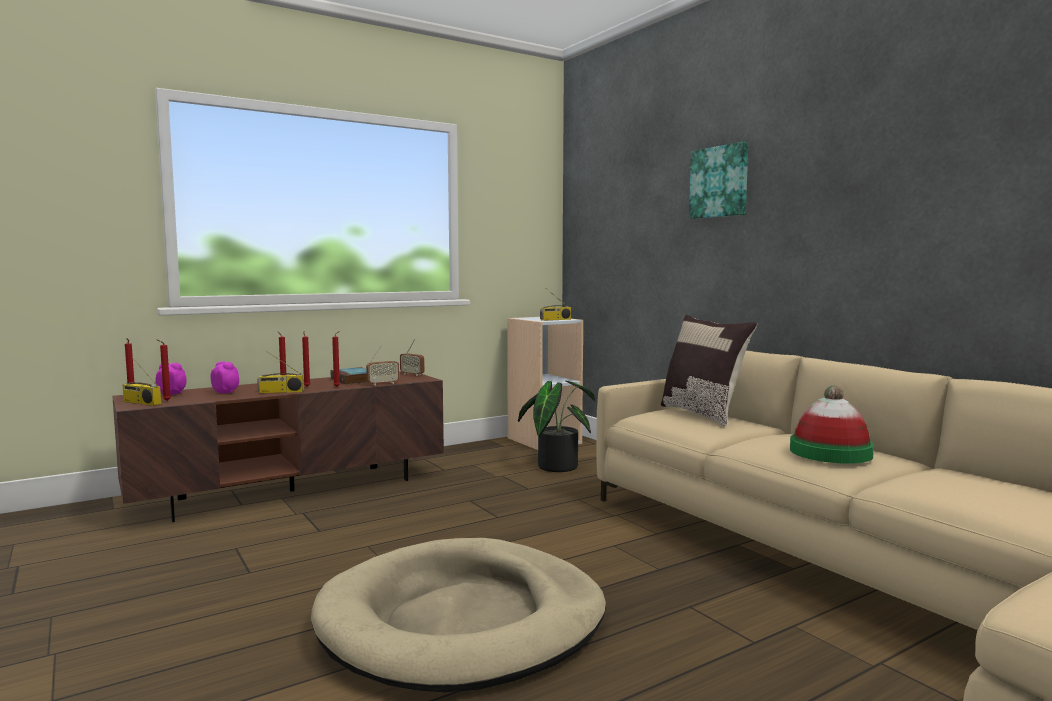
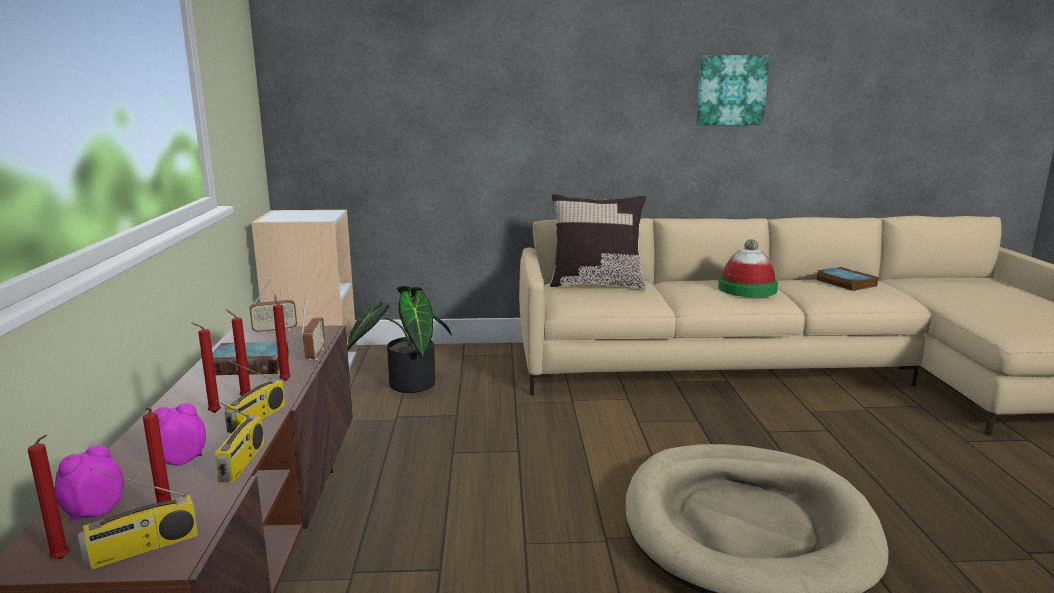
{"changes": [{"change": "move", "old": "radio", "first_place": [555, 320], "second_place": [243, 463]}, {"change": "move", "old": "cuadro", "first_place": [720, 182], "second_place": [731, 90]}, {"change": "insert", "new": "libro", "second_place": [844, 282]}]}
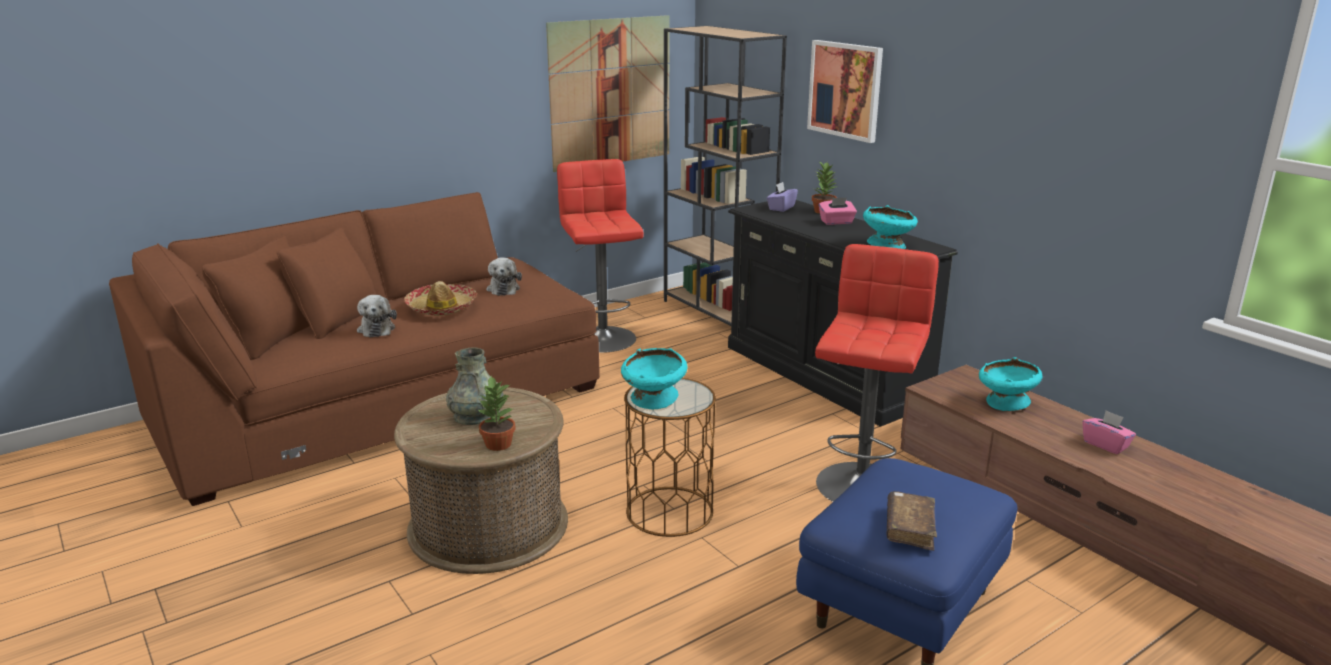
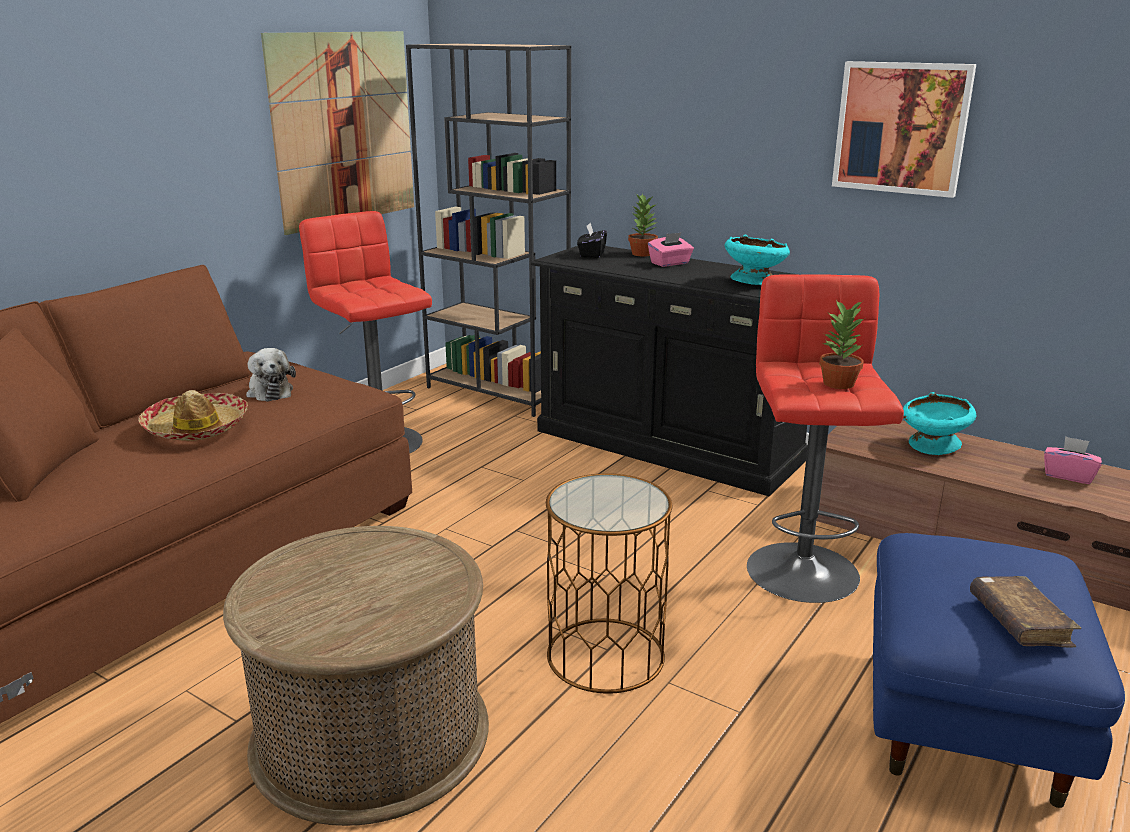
{"changes": [{"change": "recolor", "old": "caja de pañuelos [morado]", "new": "caja de pañuelos [negro]", "first_place": [781, 208], "second_place": [591, 254]}, {"change": "move", "old": "planta en maceta", "first_place": [498, 445], "second_place": [839, 384]}, {"change": "move", "old": "cuadro", "first_place": [845, 90], "second_place": [901, 128]}, {"change": "delete", "old": "peluche", "first_place": [376, 329]}, {"change": "delete", "old": "florero [gris]", "first_place": [477, 416]}, {"change": "delete", "old": "cuenco [turquesa]", "first_place": [654, 400]}]}
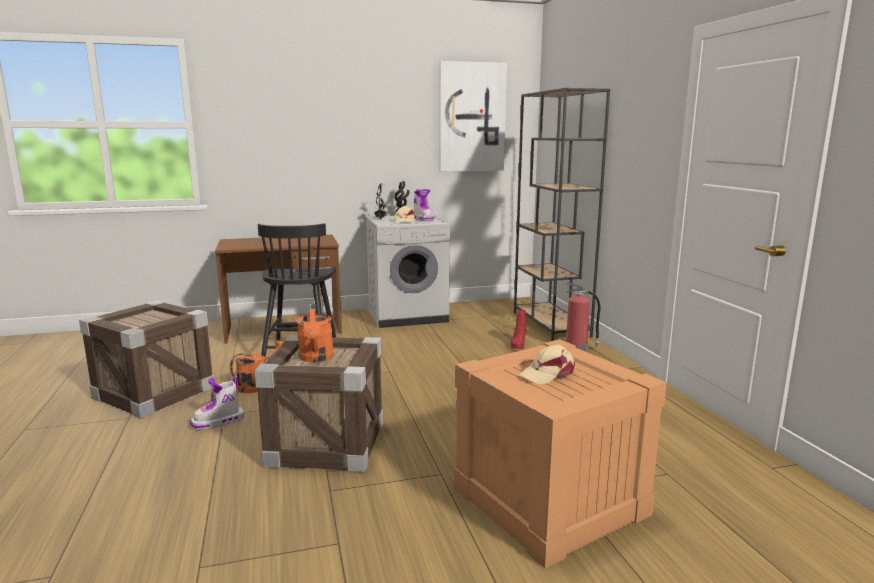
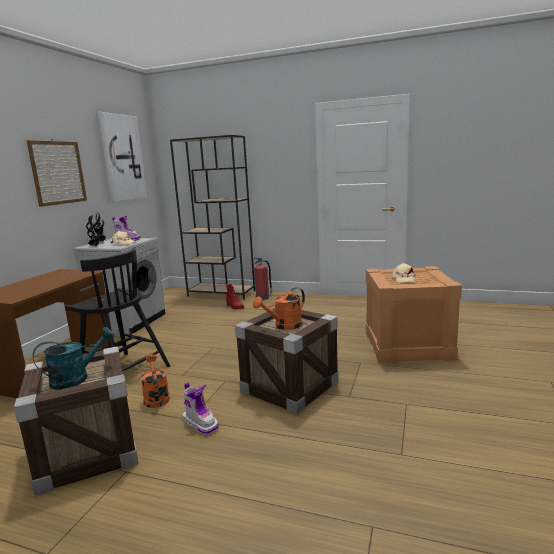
{"changes": [{"change": "insert", "new": "cuadro", "second_place": [58, 171]}, {"change": "insert", "new": "regadera [turquesa]", "second_place": [76, 378]}, {"change": "rotate", "old": "bota", "first_place": [218, 421], "second_place": [201, 423], "degrees": -45}, {"change": "rotate", "old": "regadera [naranja]", "first_place": [316, 358], "second_place": [284, 326], "degrees": 120}]}
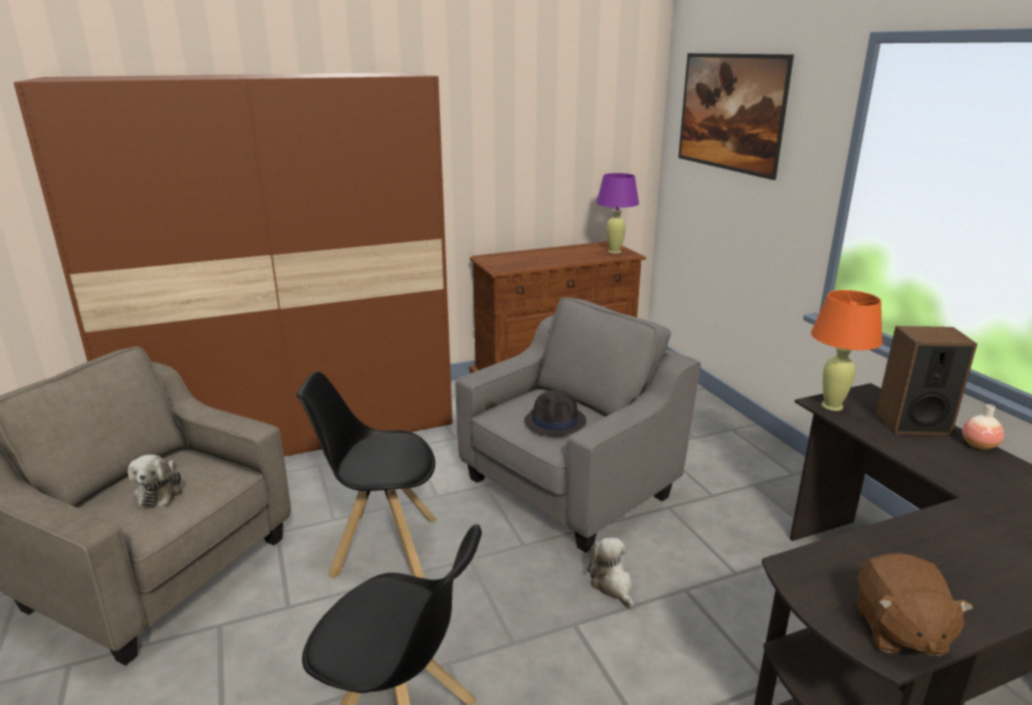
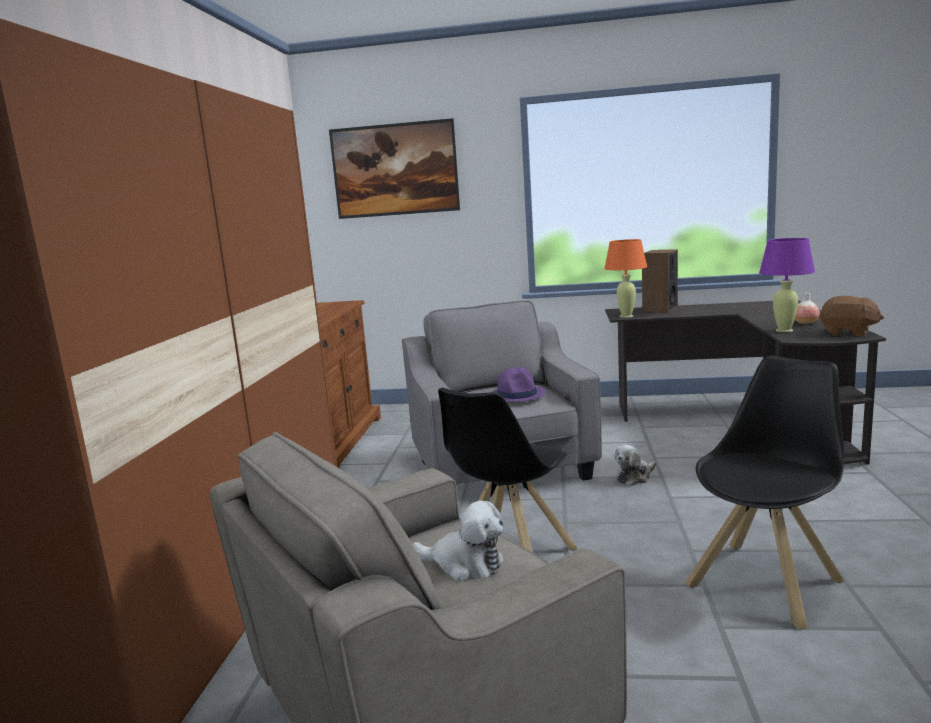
{"changes": [{"change": "recolor", "old": "sombrero [negro]", "new": "sombrero [morado]", "first_place": [555, 421], "second_place": [517, 395]}, {"change": "rotate", "old": "peluche", "first_place": [612, 585], "second_place": [635, 477], "degrees": -45}, {"change": "move", "old": "lámpara de mesa [morado]", "first_place": [614, 251], "second_place": [784, 330]}, {"change": "move", "old": "florero", "first_place": [978, 445], "second_place": [805, 323]}]}
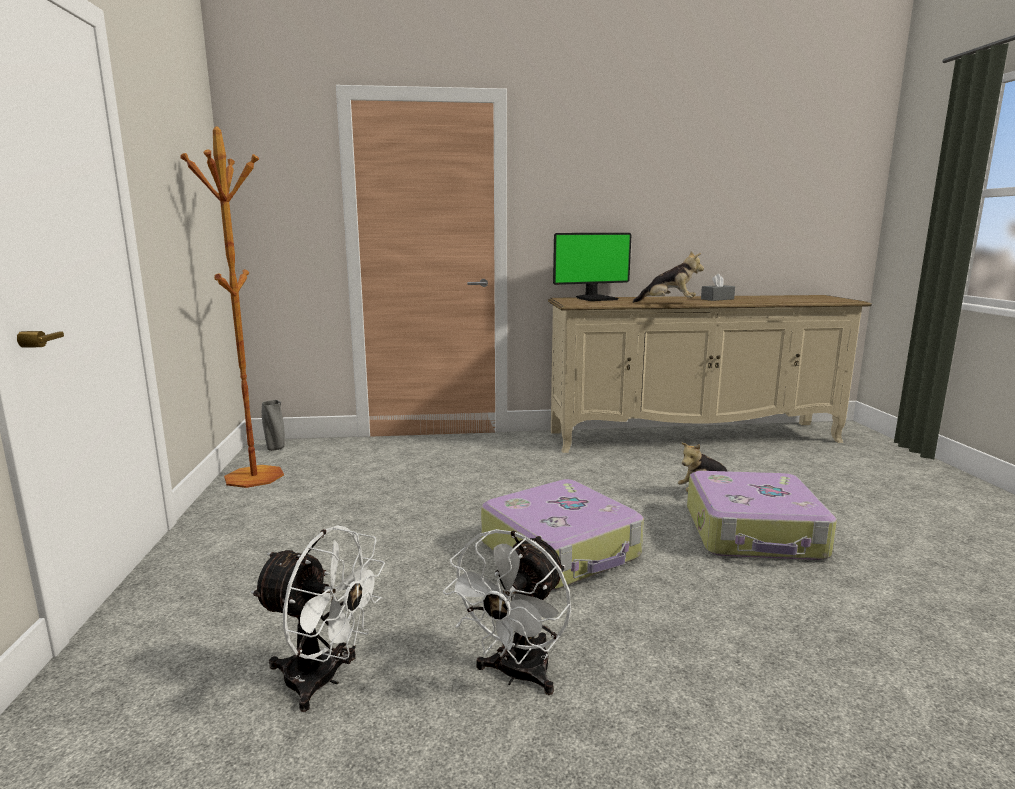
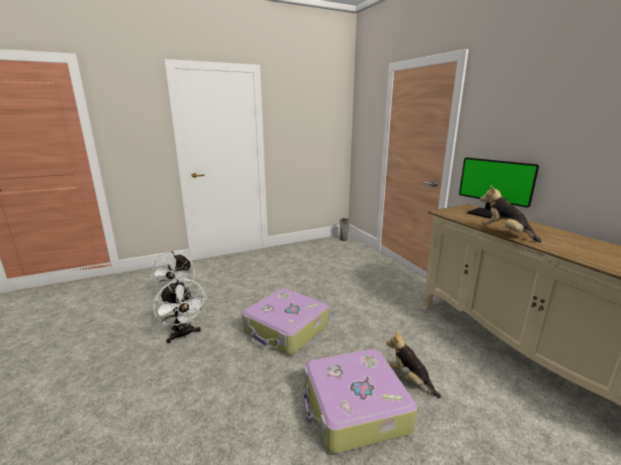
{"changes": [{"change": "rotate", "old": "ventilador [blanco]", "first_place": [516, 675], "second_place": [183, 335], "degrees": -135}, {"change": "rotate", "old": "peluche", "first_place": [668, 303], "second_place": [505, 233], "degrees": 150}, {"change": "delete", "old": "perchero [naranja]", "first_place": [254, 476]}, {"change": "delete", "old": "caja de pañuelos [gris]", "first_place": [717, 299]}]}
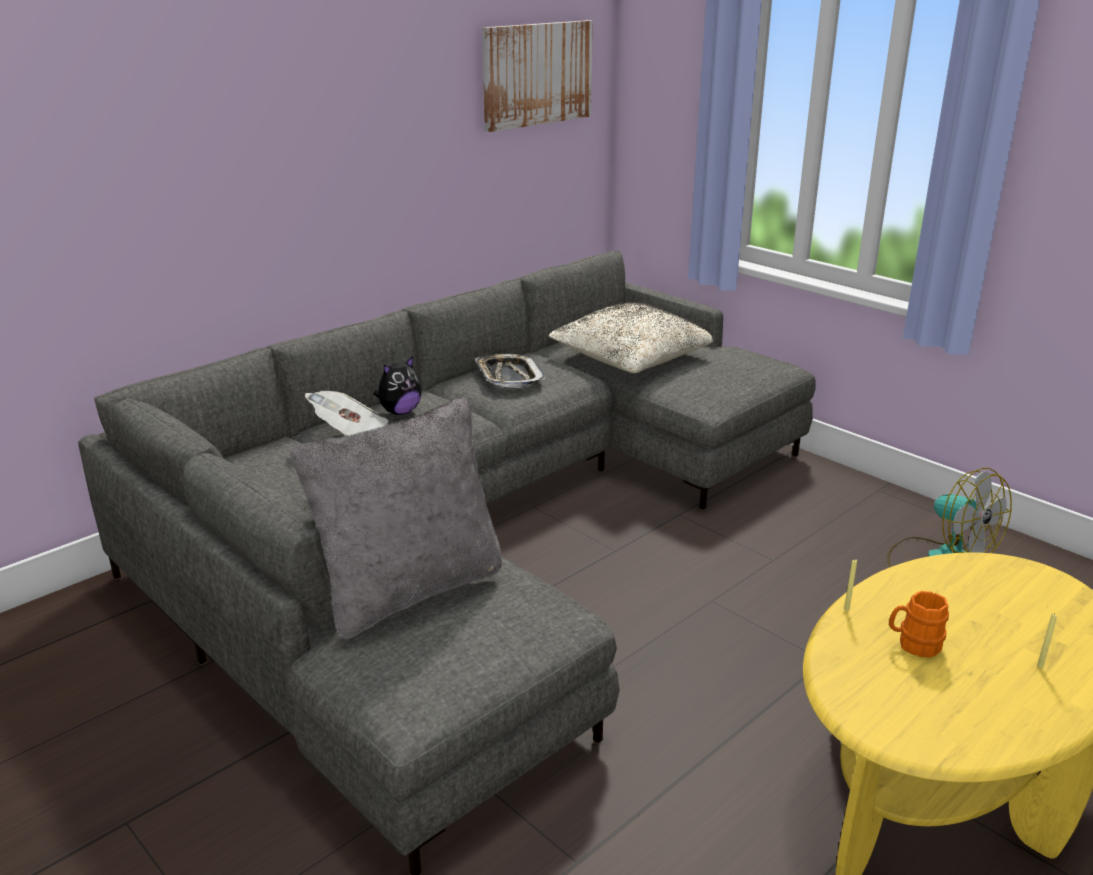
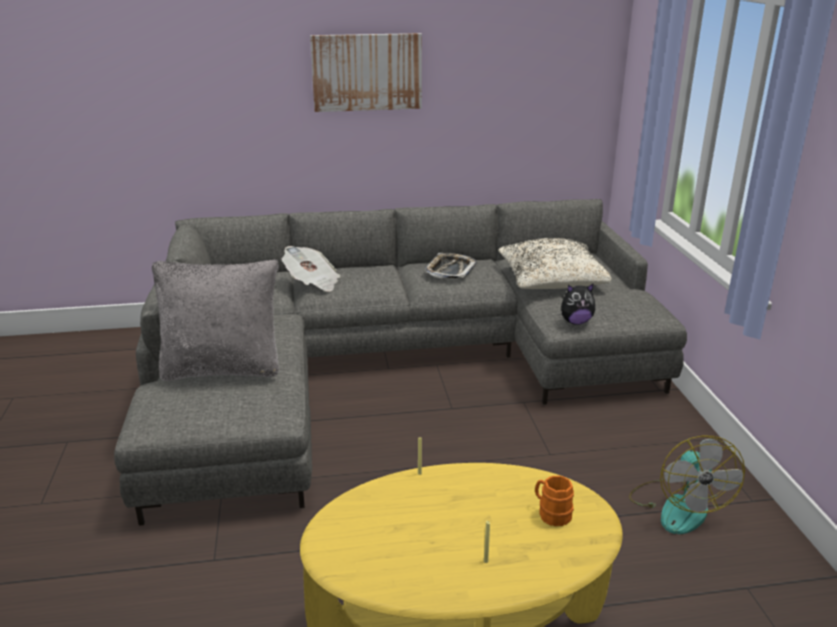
{"changes": [{"change": "move", "old": "cuadro", "first_place": [537, 74], "second_place": [367, 72]}, {"change": "move", "old": "taza grande [naranja]", "first_place": [913, 644], "second_place": [551, 514]}, {"change": "move", "old": "peluche", "first_place": [399, 412], "second_place": [575, 322]}]}
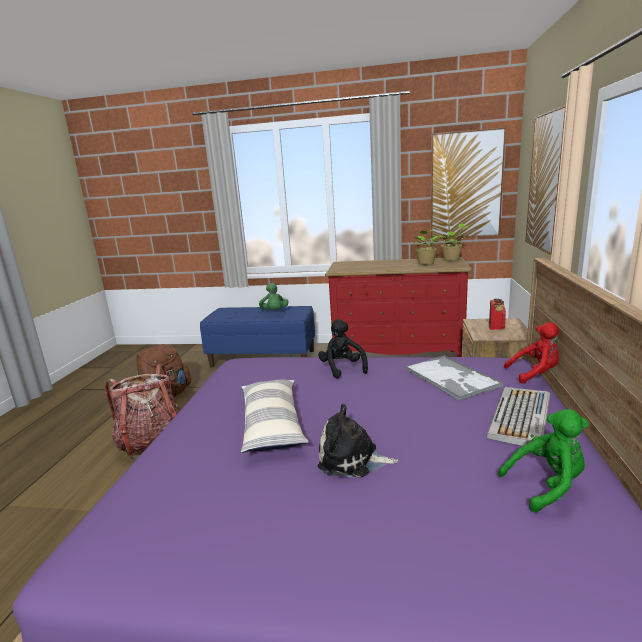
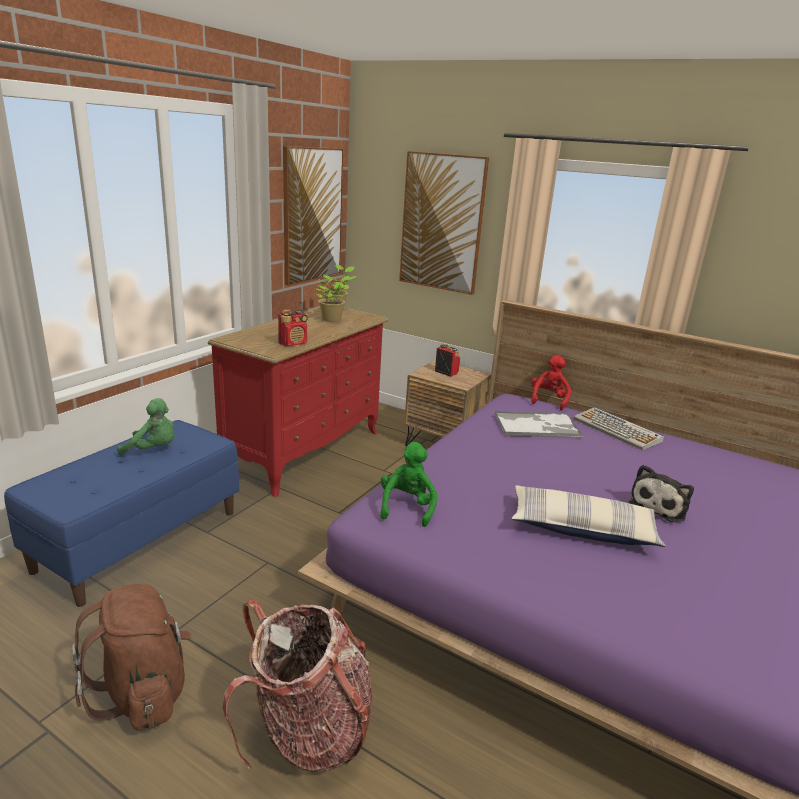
{"changes": [{"change": "insert", "new": "radio", "second_place": [293, 343]}, {"change": "move", "old": "peluche [verde]", "first_place": [547, 485], "second_place": [407, 507]}, {"change": "delete", "old": "peluche [negro]", "first_place": [342, 368]}]}
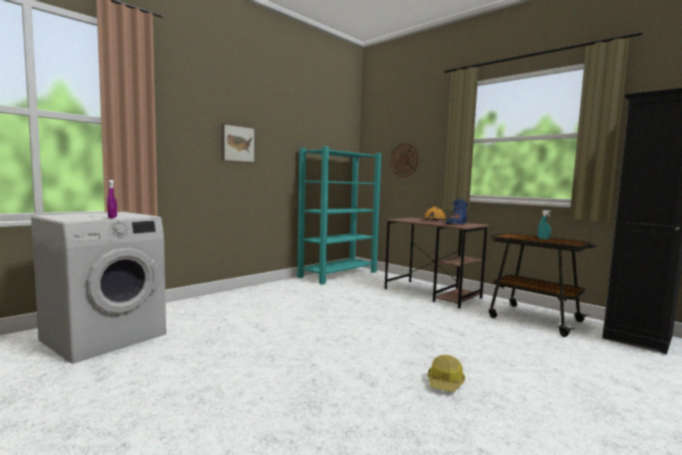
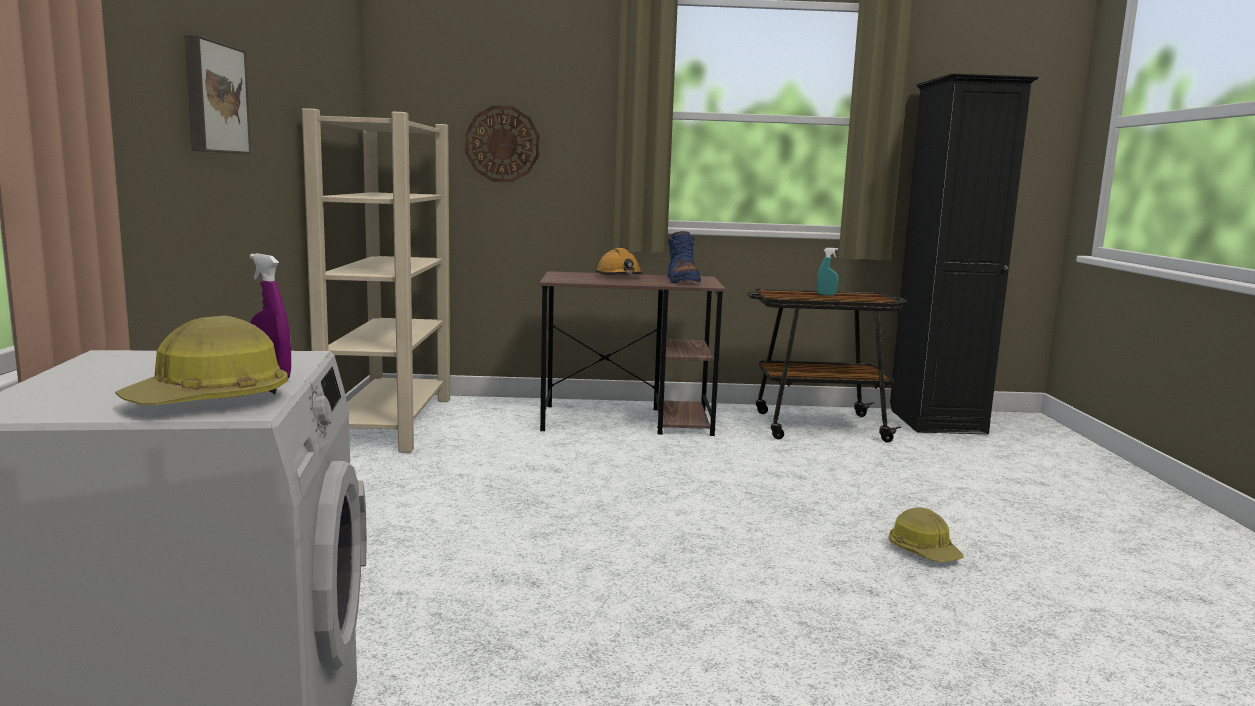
{"changes": [{"change": "insert", "new": "casco", "second_place": [211, 401]}, {"change": "recolor", "old": "estantería [turquesa]", "new": "estantería [beis]", "first_place": [338, 274], "second_place": [389, 422]}]}
